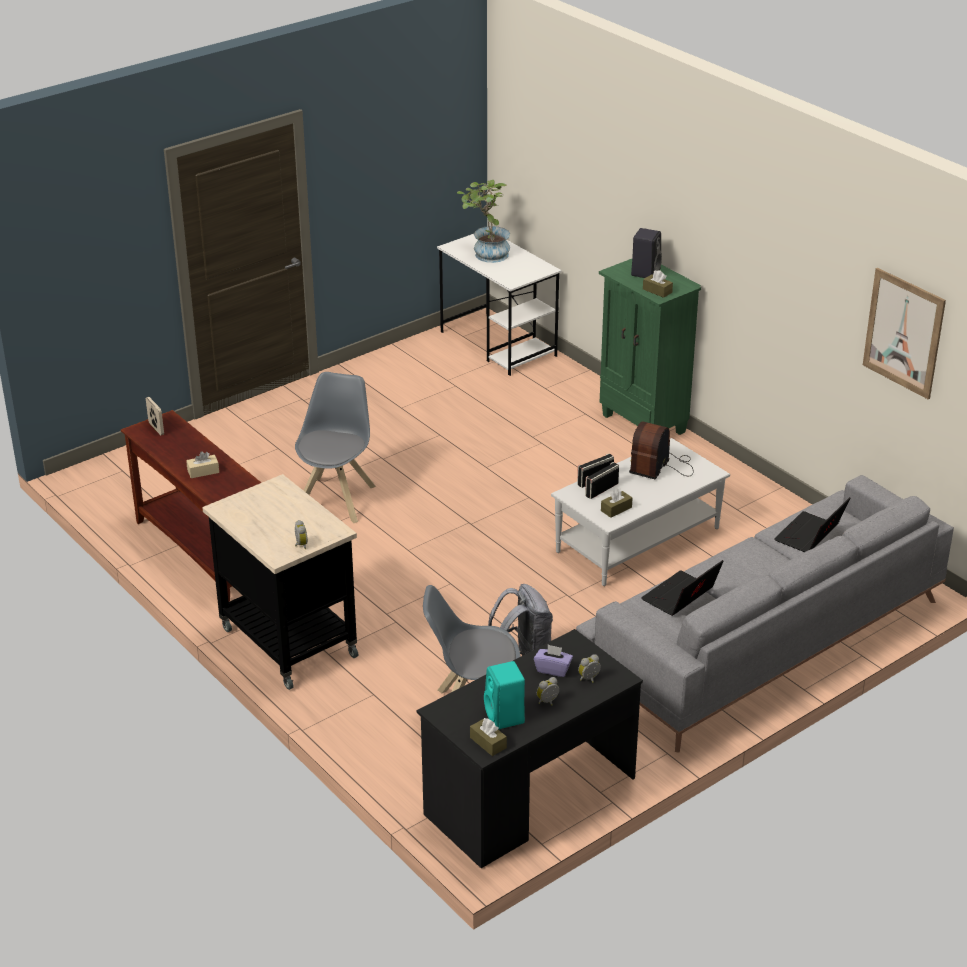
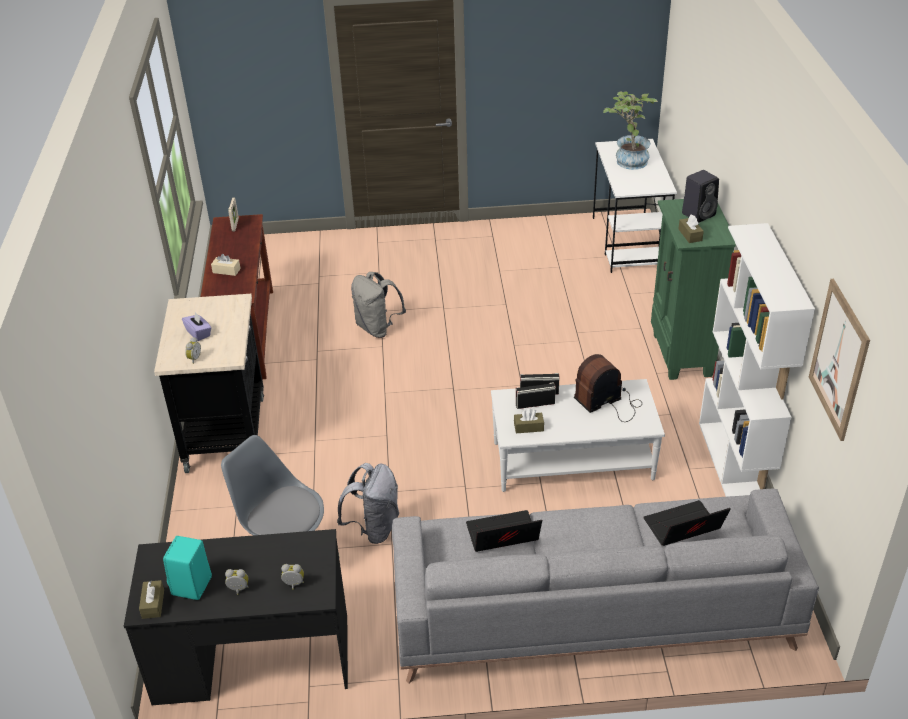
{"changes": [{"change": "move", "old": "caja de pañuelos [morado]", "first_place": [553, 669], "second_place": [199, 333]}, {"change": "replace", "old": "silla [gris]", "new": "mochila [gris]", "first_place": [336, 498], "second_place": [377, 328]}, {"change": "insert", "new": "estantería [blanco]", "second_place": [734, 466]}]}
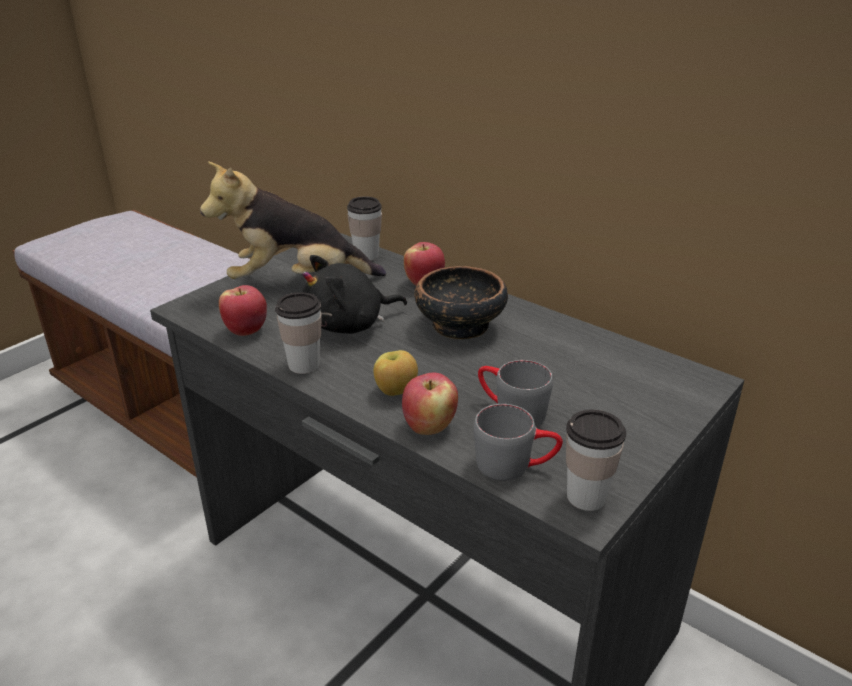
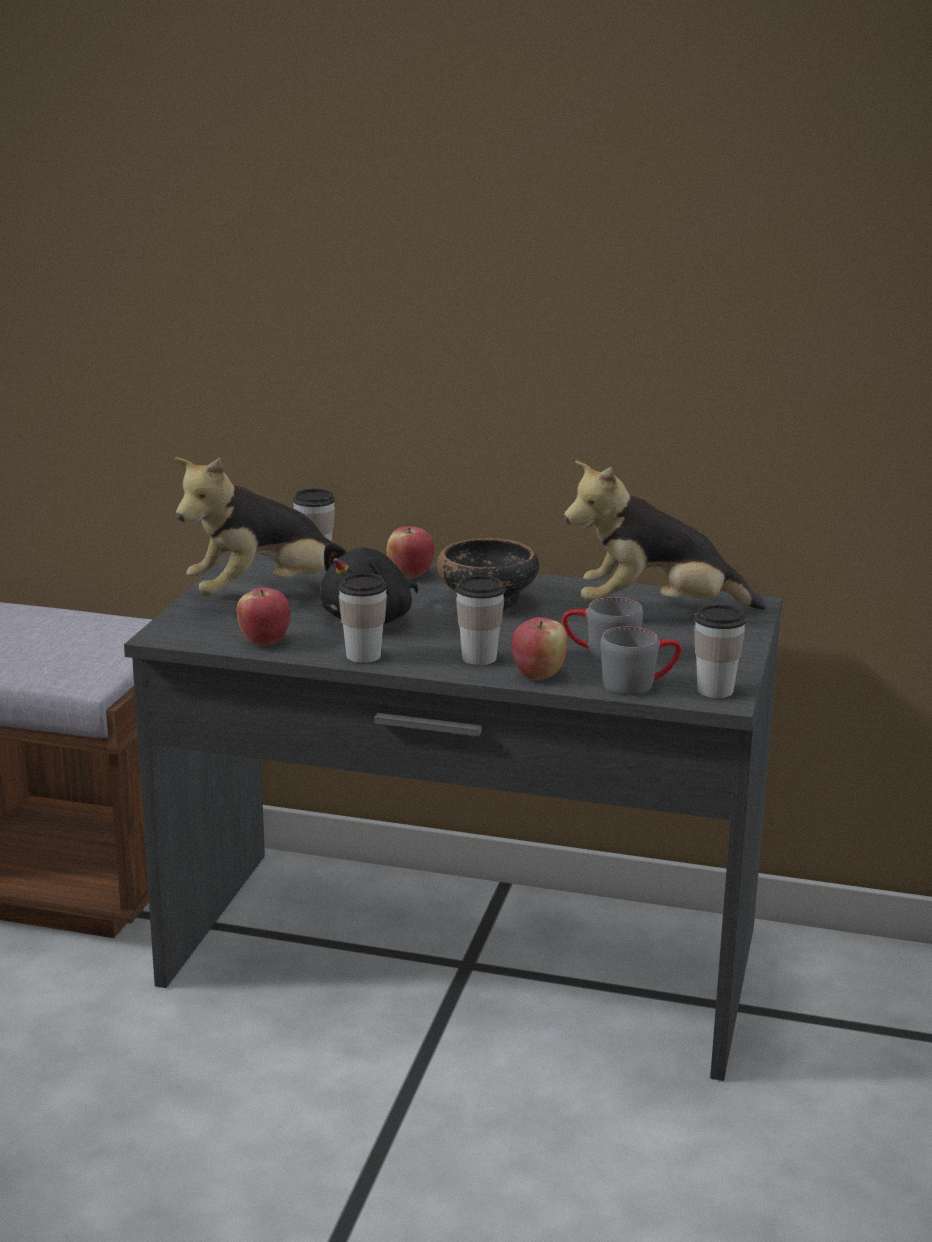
{"changes": [{"change": "replace", "old": "manzana", "new": "taza", "first_place": [395, 391], "second_place": [479, 658]}, {"change": "insert", "new": "peluche", "second_place": [656, 612]}]}
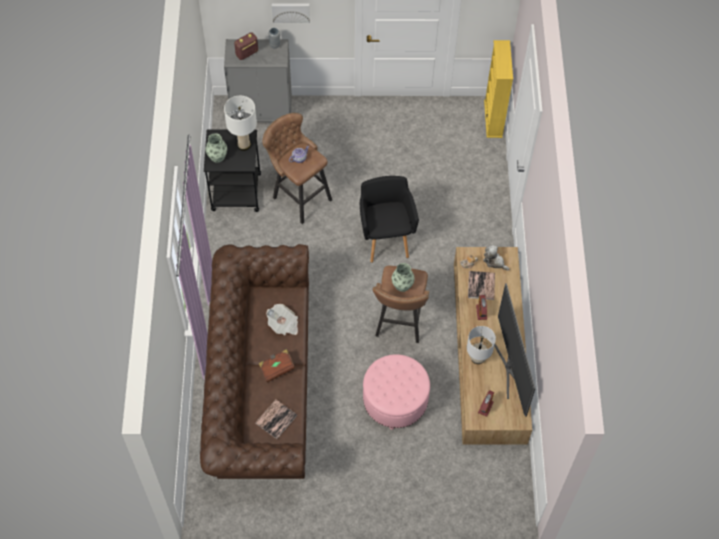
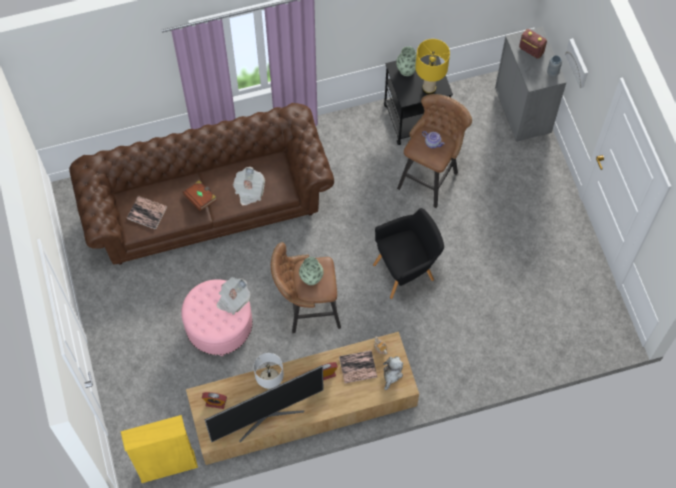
{"changes": [{"change": "move", "old": "estantería [amarillo]", "first_place": [493, 119], "second_place": [167, 466]}, {"change": "insert", "new": "periódico", "second_place": [233, 299]}, {"change": "recolor", "old": "lámpara de mesa [blanco]", "new": "lámpara de mesa [amarillo]", "first_place": [243, 145], "second_place": [429, 88]}]}
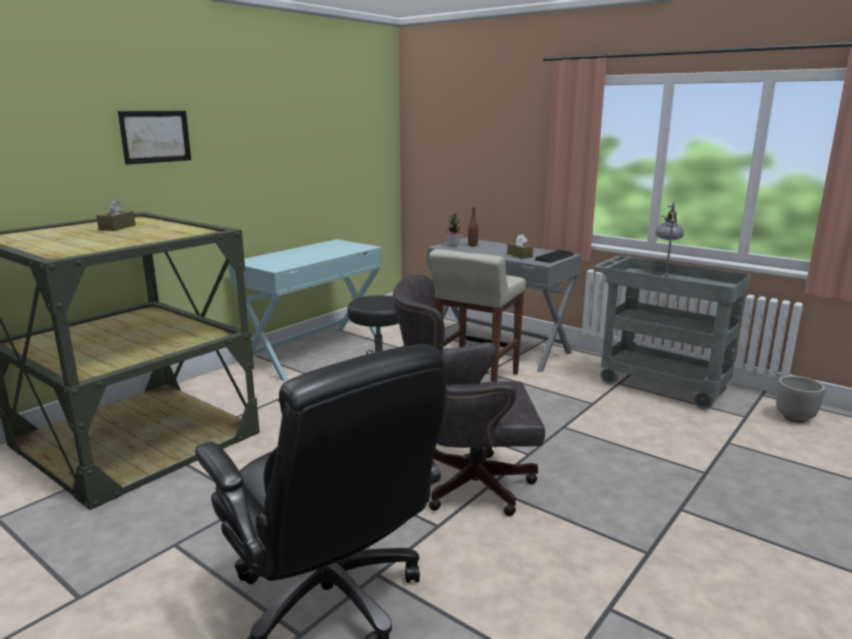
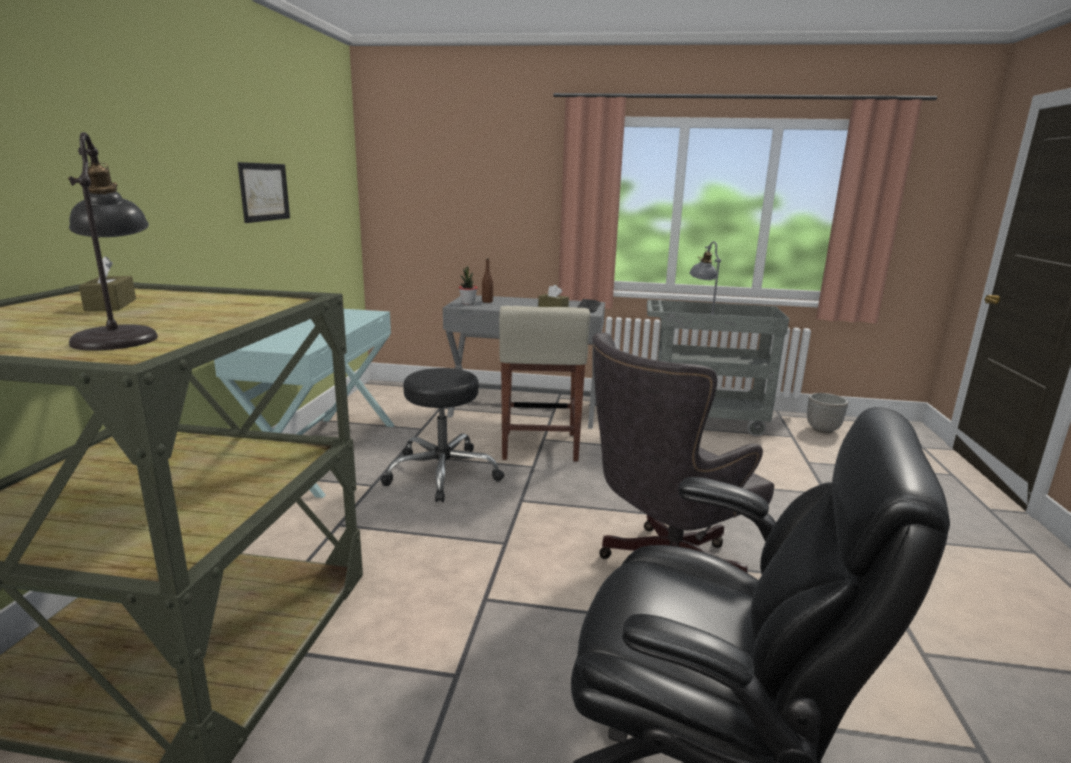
{"changes": [{"change": "insert", "new": "lámpara de mesa [gris]", "second_place": [119, 333]}, {"change": "move", "old": "cuadro", "first_place": [155, 136], "second_place": [264, 192]}]}
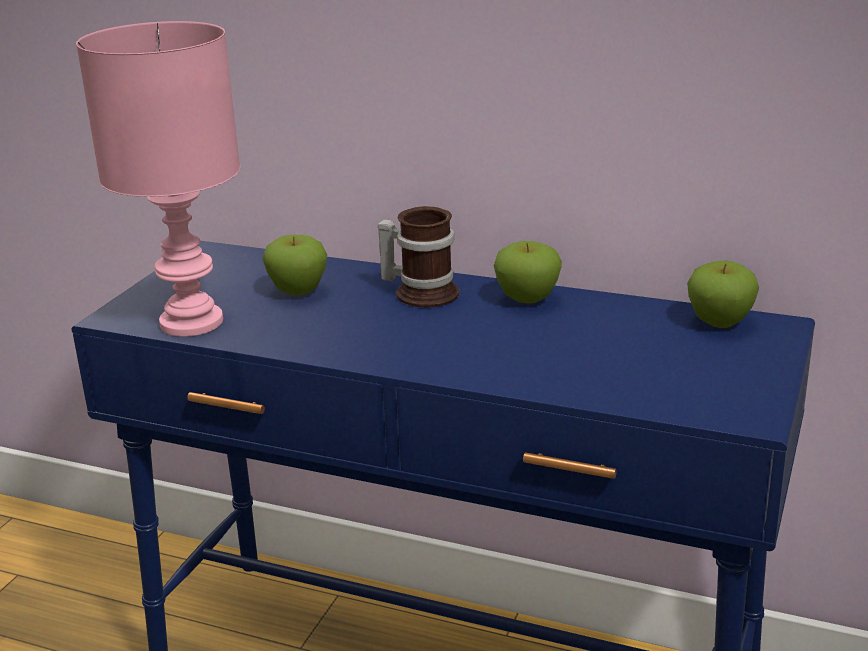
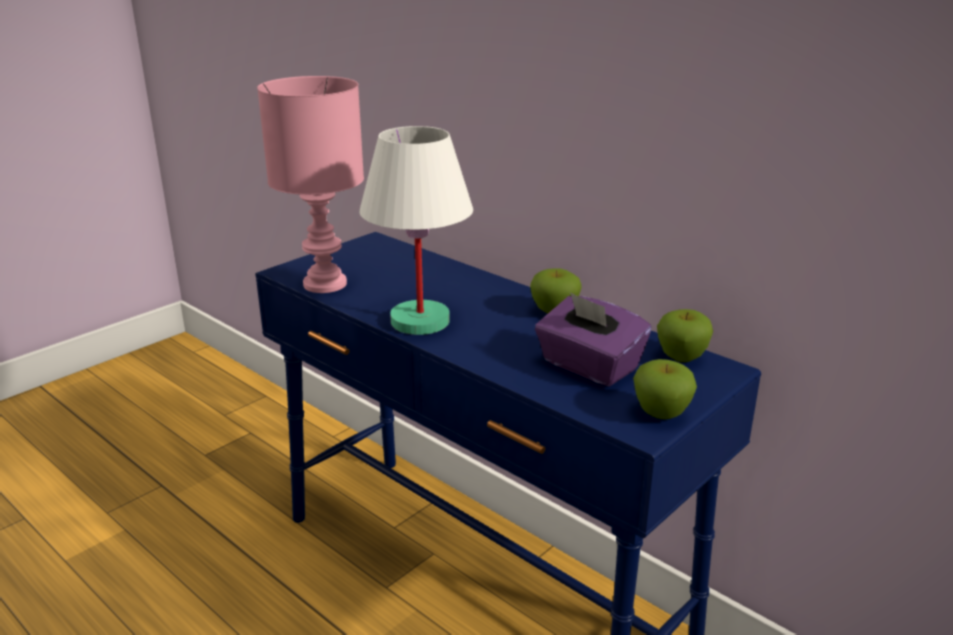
{"changes": [{"change": "insert", "new": "lámpara de mesa [blanco]", "second_place": [418, 321]}, {"change": "insert", "new": "caja de pañuelos [morado]", "second_place": [589, 366]}, {"change": "move", "old": "manzana", "first_place": [298, 291], "second_place": [661, 414]}, {"change": "delete", "old": "taza grande", "first_place": [422, 292]}]}
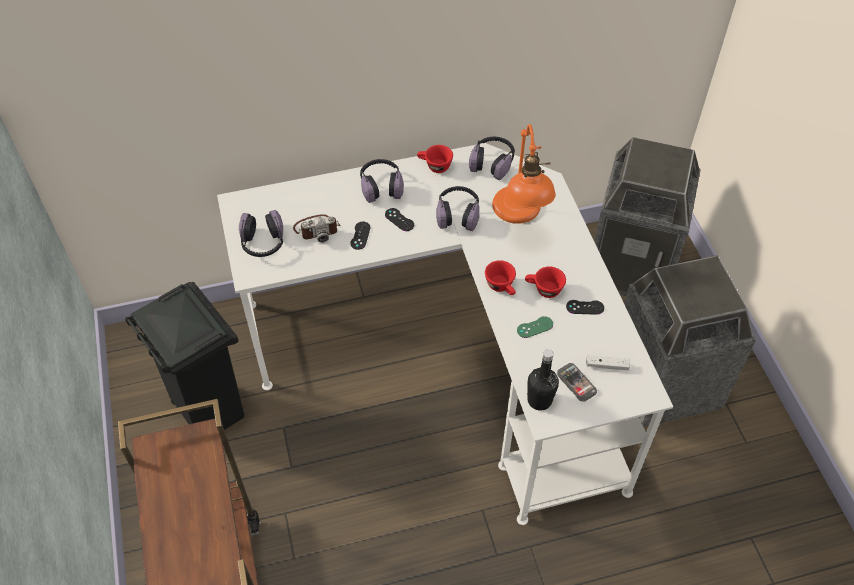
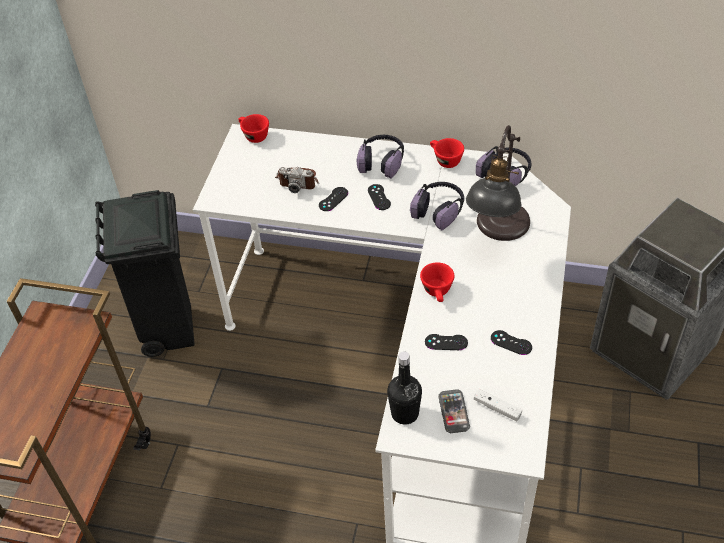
{"changes": [{"change": "move", "old": "taza [rojo]", "first_place": [543, 289], "second_place": [253, 135]}, {"change": "recolor", "old": "mando de consola [verde]", "new": "mando de consola [negro]", "first_place": [535, 327], "second_place": [446, 342]}, {"change": "recolor", "old": "lámpara de mesa [naranja]", "new": "lámpara de mesa [gris]", "first_place": [520, 221], "second_place": [497, 238]}, {"change": "delete", "old": "auriculares", "first_place": [263, 243]}, {"change": "delete", "old": "papelera", "first_place": [663, 384]}]}
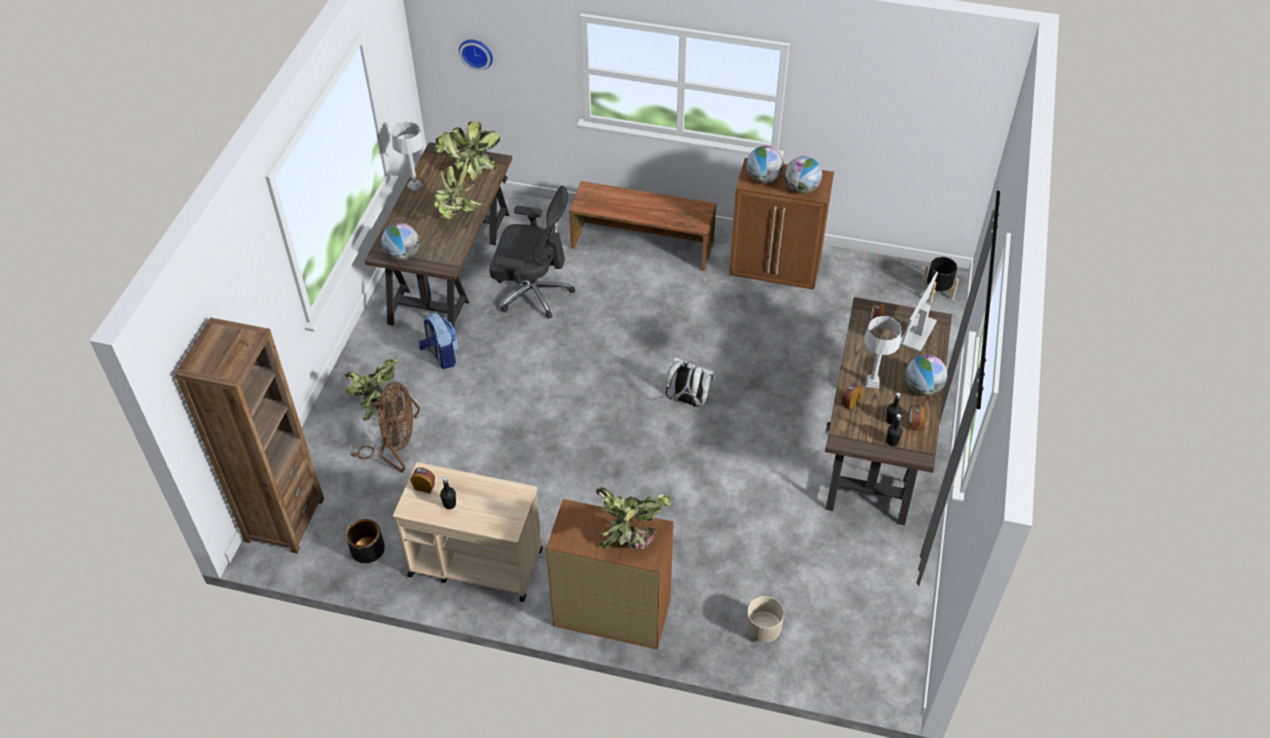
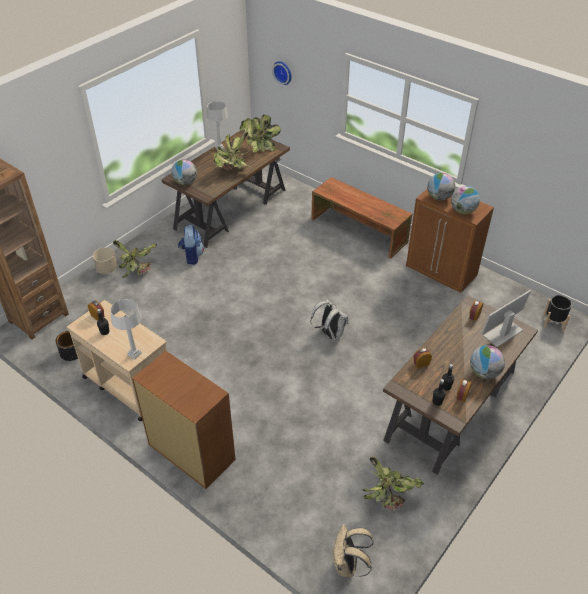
{"changes": [{"change": "move", "old": "maceta [beis]", "first_place": [763, 629], "second_place": [107, 269]}, {"change": "move", "old": "lámpara de mesa [gris]", "first_place": [872, 383], "second_place": [134, 354]}, {"change": "insert", "new": "mochila [beis]", "second_place": [348, 565]}, {"change": "move", "old": "planta en maceta", "first_place": [632, 532], "second_place": [389, 496]}, {"change": "delete", "old": "ventilador [marrón]", "first_place": [394, 445]}, {"change": "delete", "old": "silla de oficina", "first_place": [532, 294]}]}
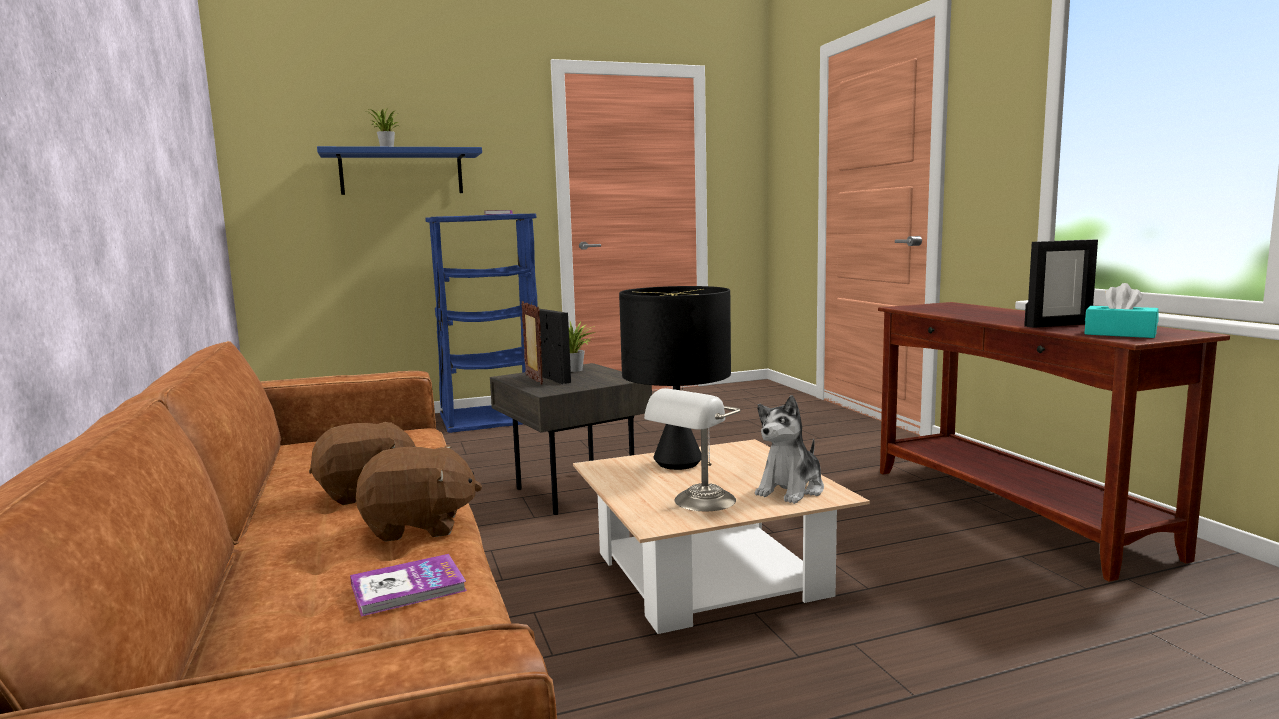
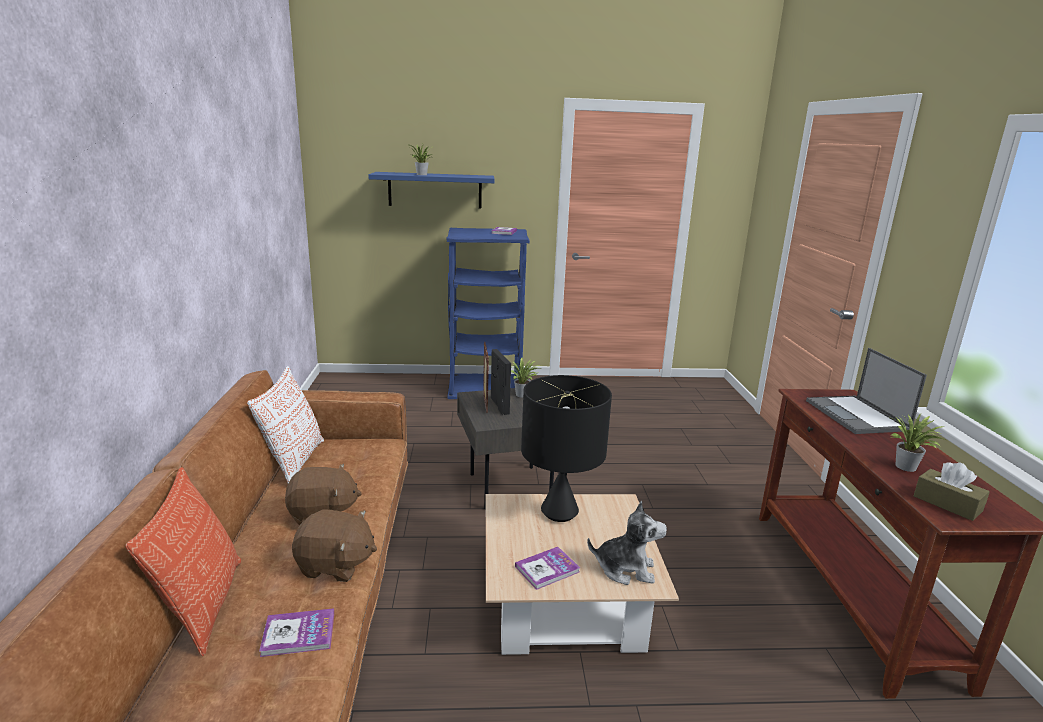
{"changes": [{"change": "insert", "new": "cojín [naranja]", "second_place": [202, 606]}, {"change": "insert", "new": "cojín [blanco]", "second_place": [294, 463]}, {"change": "replace", "old": "lámpara de mesa [blanco]", "new": "libro", "first_place": [698, 504], "second_place": [547, 569]}, {"change": "rotate", "old": "peluche", "first_place": [791, 490], "second_place": [625, 569], "degrees": -135}, {"change": "insert", "new": "portátil", "second_place": [857, 416]}, {"change": "replace", "old": "portarretratos", "new": "planta en maceta", "first_place": [1058, 325], "second_place": [907, 468]}, {"change": "recolor", "old": "caja de pañuelos [turquesa]", "new": "caja de pañuelos [marrón]", "first_place": [1120, 334], "second_place": [947, 503]}]}
